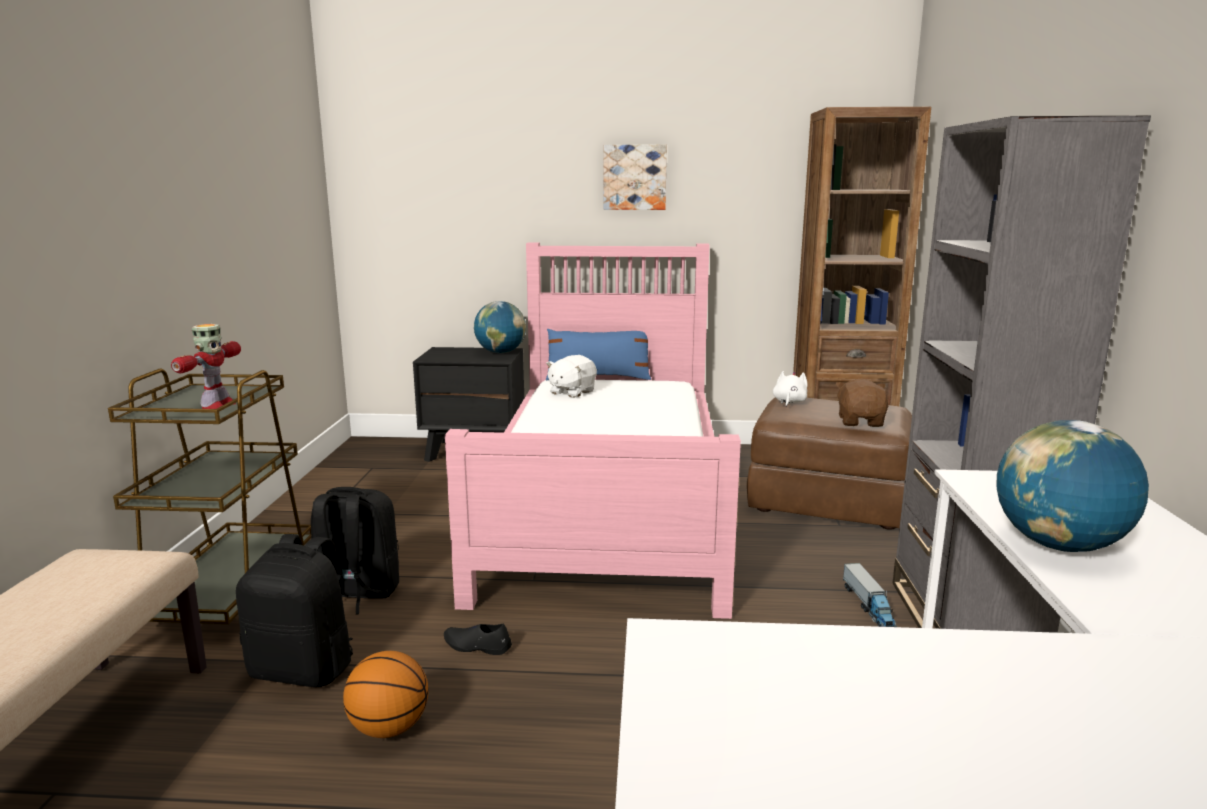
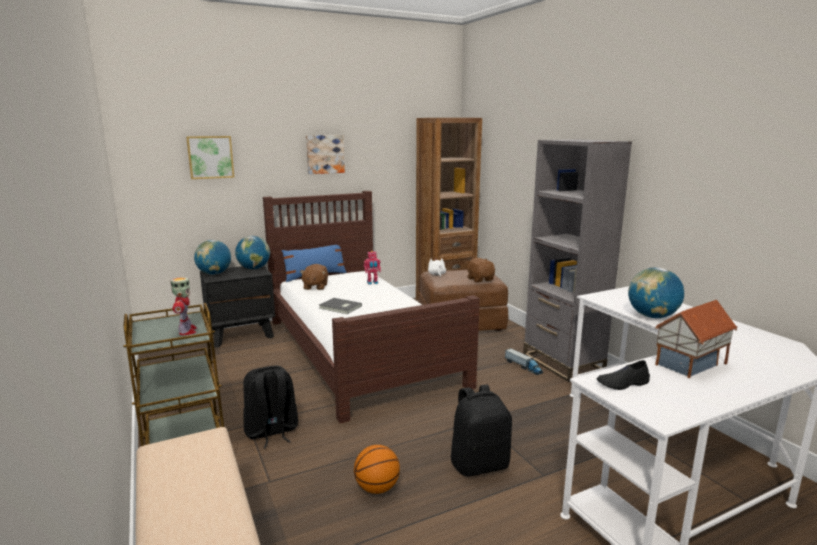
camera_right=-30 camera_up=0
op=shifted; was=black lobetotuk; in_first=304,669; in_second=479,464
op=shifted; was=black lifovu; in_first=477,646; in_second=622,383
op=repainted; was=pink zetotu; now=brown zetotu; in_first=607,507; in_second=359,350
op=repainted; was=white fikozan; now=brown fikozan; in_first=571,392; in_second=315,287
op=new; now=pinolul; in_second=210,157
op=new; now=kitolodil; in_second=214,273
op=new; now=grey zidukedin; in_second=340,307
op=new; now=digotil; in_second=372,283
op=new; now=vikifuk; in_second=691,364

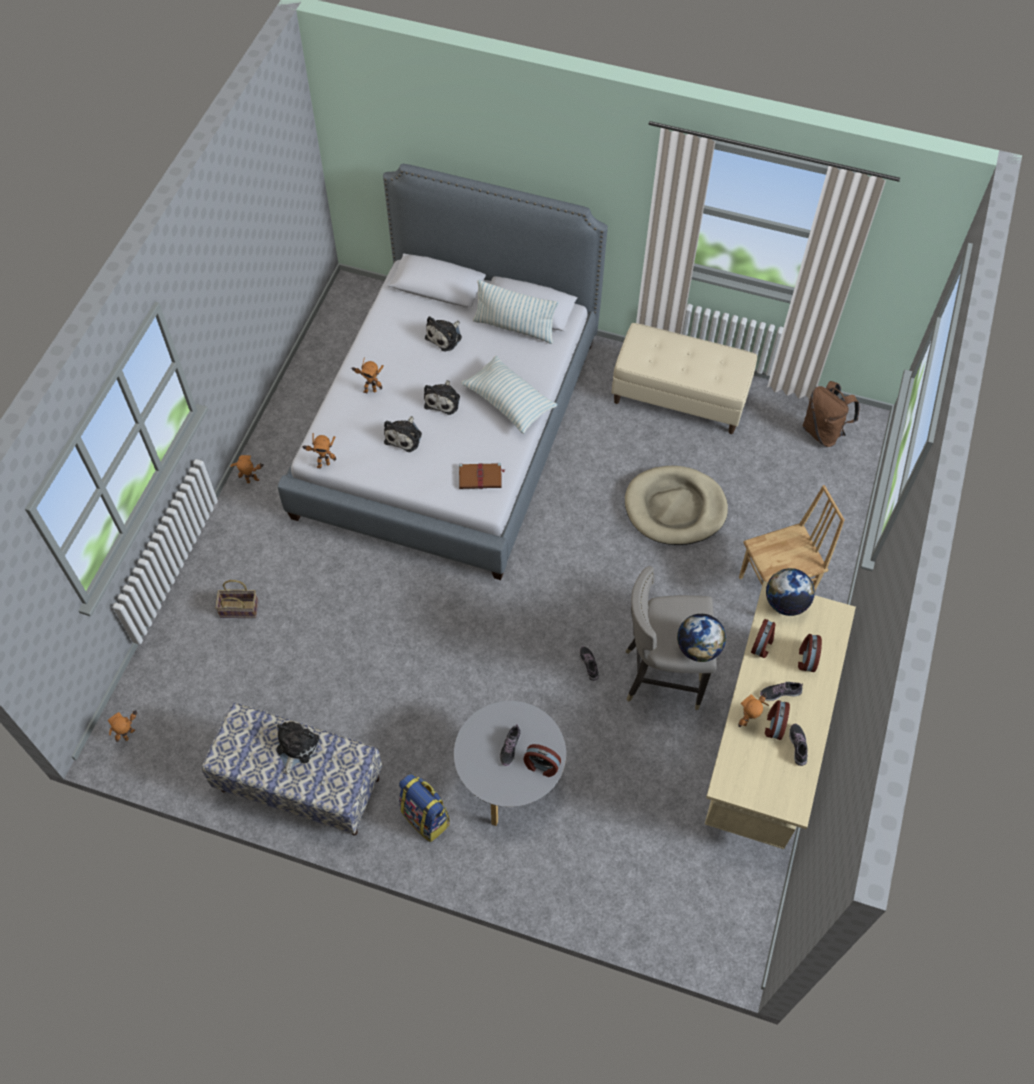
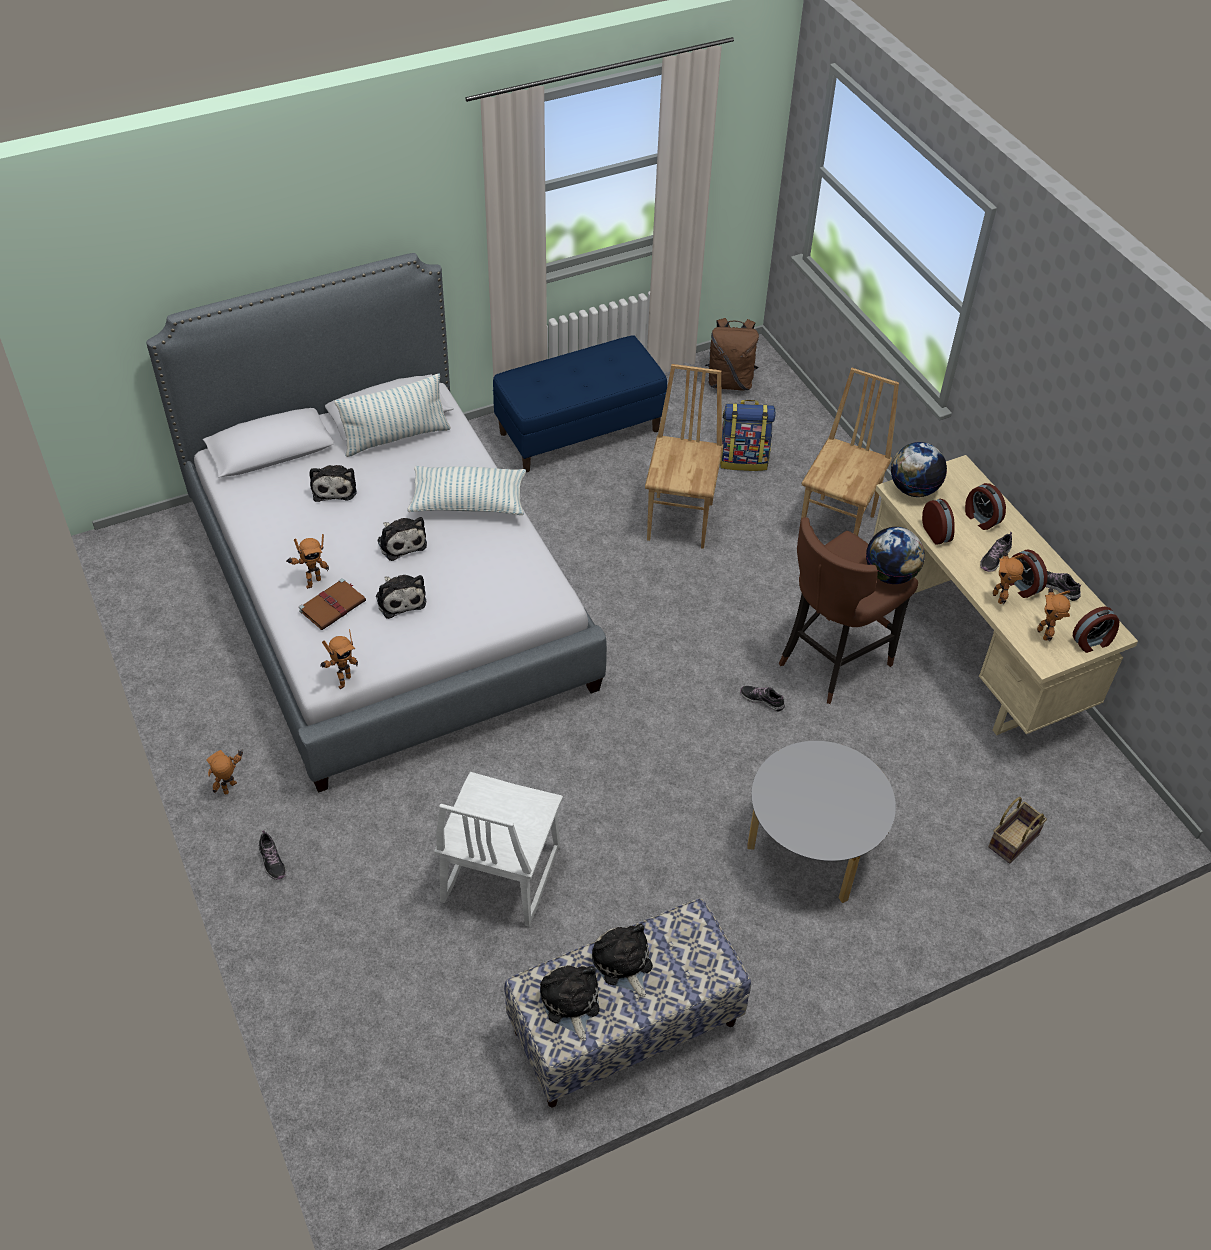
camera_right=-45 camera_up=-10
op=shifted; was=digotil; in_first=132,736; in_second=1044,634
op=shifted; was=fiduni; in_first=240,608; in_second=1013,839
op=shifted; was=lobetotuk; in_first=426,817; in_second=744,460
op=shifted; was=brown zidukedin; in_first=481,477; in_second=333,605
op=shifted; was=lifovu; in_first=510,747; in_second=272,861
op=shifted; was=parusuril; in_first=541,766; in_second=1092,642
op=repainted; was=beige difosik; now=blue difosik; in_first=680,398; in_second=580,431
op=swapped; was=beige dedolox; now=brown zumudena; in_first=675,508; in_second=681,521
op=repainted; was=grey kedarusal; now=brown kedarusal; in_first=661,676; in_second=831,661
op=new; now=white zumudena; in_second=499,873
op=new; now=fikozan; in_second=570,1003

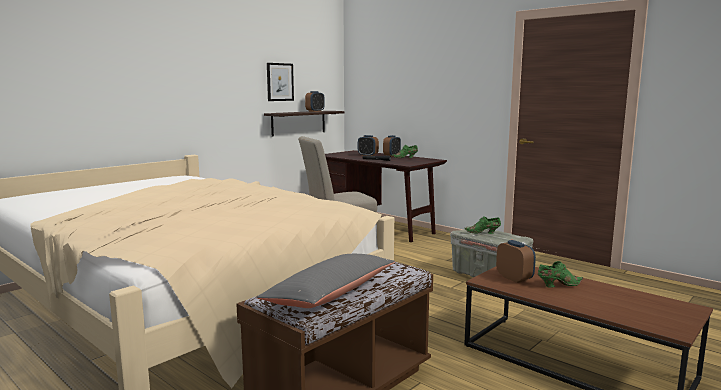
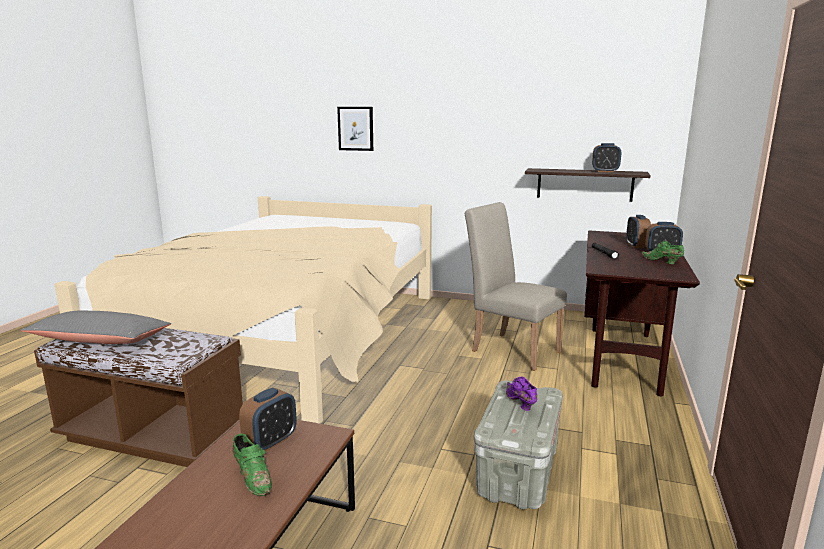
camera_right=65 camera_up=5
op=shifted; was=pinolul; in_first=280,82; in_second=355,128
op=repainted; was=green lifovu; now=purple lifovu; in_first=483,233; in_second=520,403

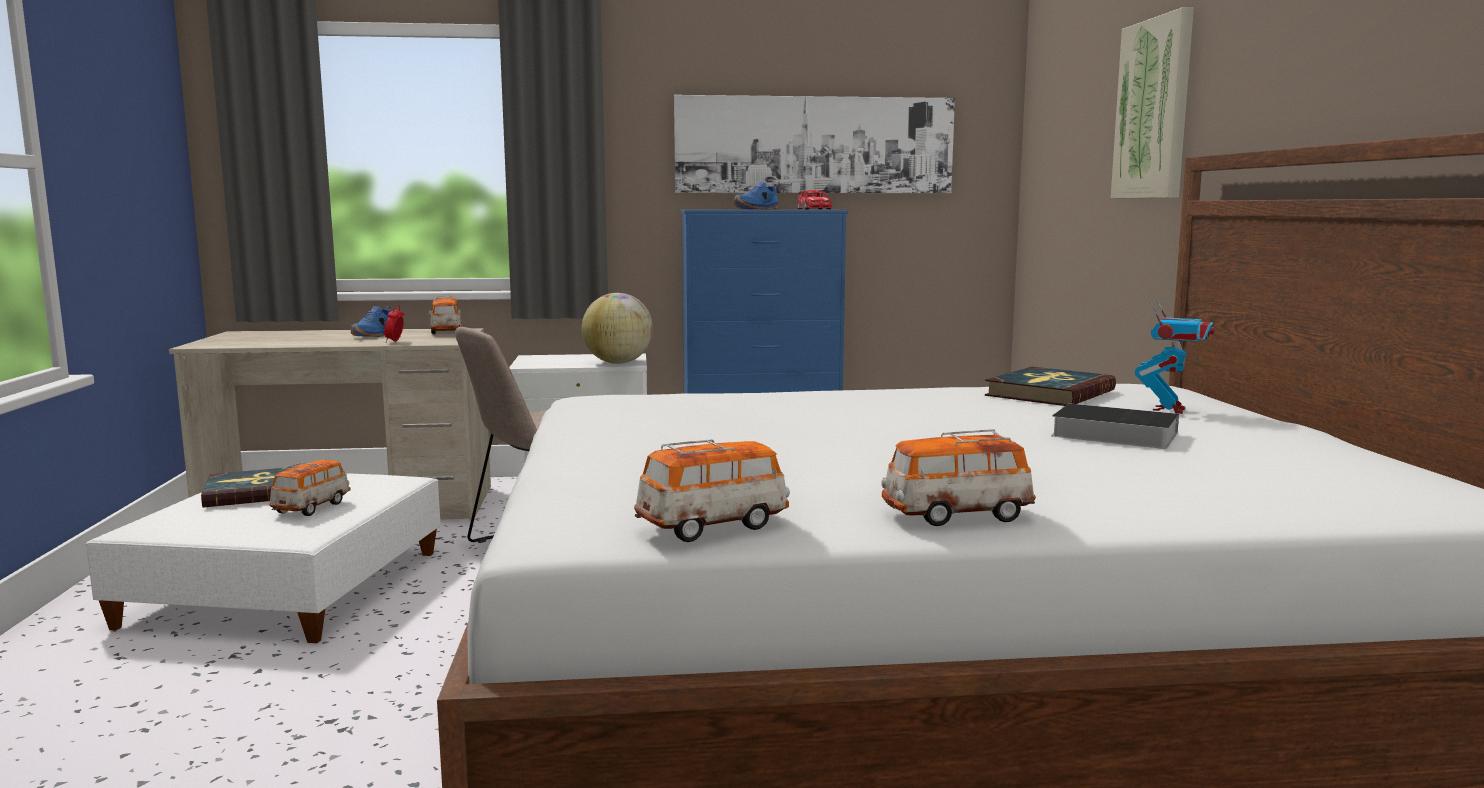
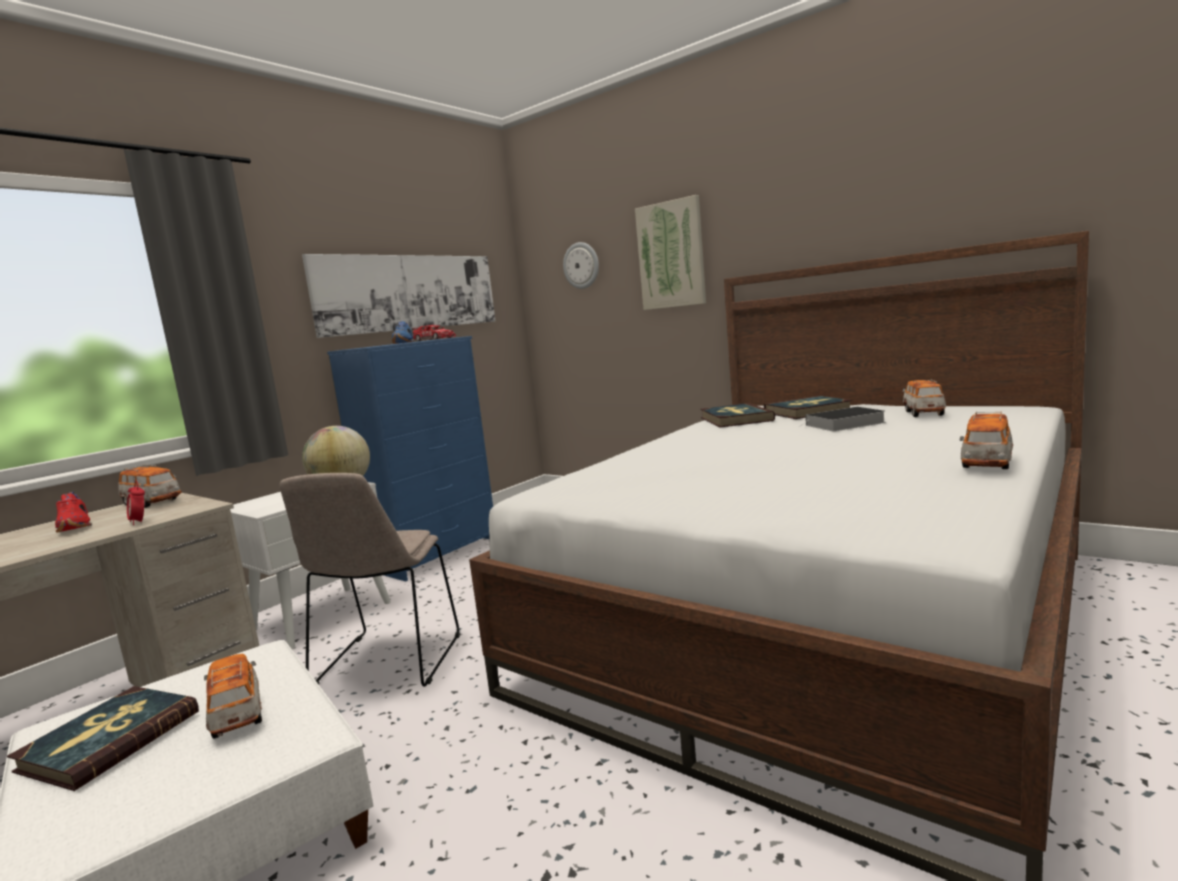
camera_right=-45 camera_up=0
op=repainted; was=blue lifovu; now=red lifovu; in_first=375,335; in_second=76,526
op=shifted; was=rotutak; in_first=713,526; in_second=923,413
op=swapped; was=digotil; now=zidukedin; in_first=1169,409; in_second=807,411
op=new; now=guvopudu; in_second=581,265

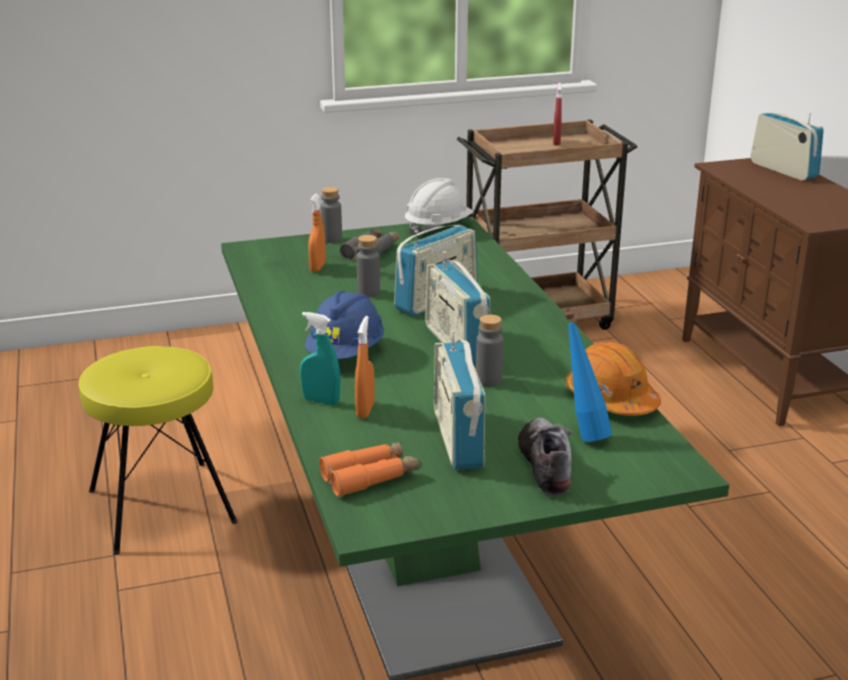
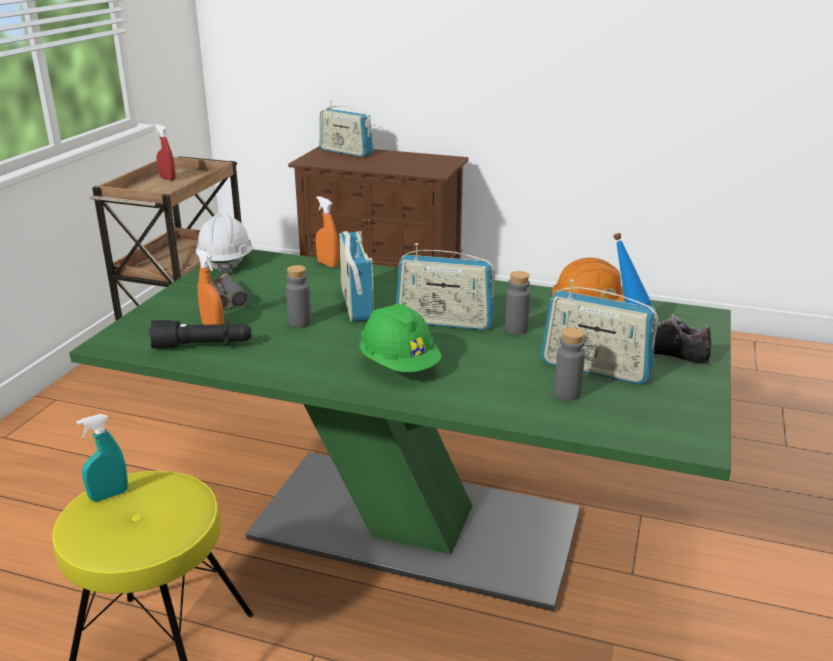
camera_right=-55 camera_up=0
op=shifted; was=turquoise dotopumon; in_first=321,401; in_second=109,495
op=repainted; was=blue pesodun; now=green pesodun; in_first=346,353; in_second=399,365
op=gone; was=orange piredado; in_first=370,477
op=shifted; was=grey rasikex; in_first=332,239; in_second=567,393
op=shifted; was=orange dotopumon; in_first=365,410; in_second=327,264
op=rotated; was=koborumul; in_first=783,170; in_second=346,152; clockwise=-150
op=new; now=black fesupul; in_second=203,346

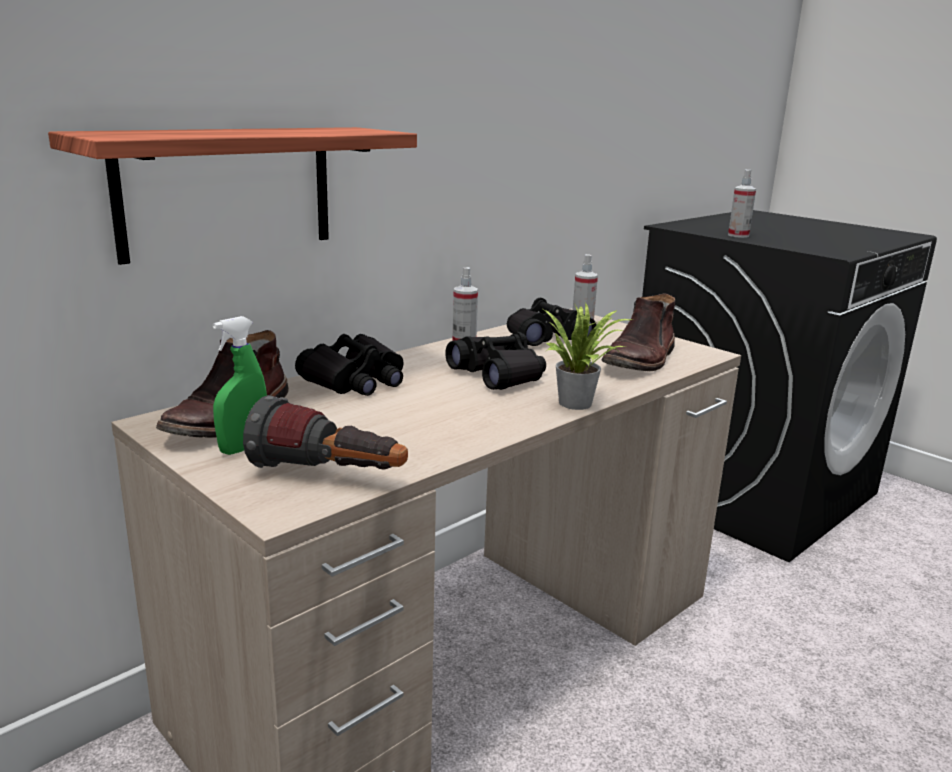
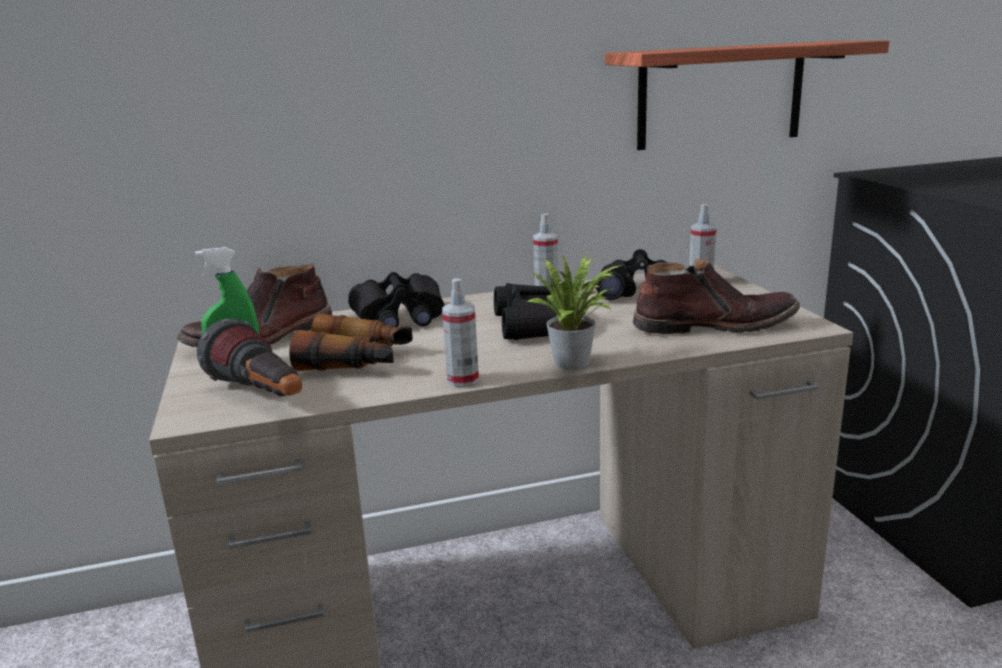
camera_right=30 camera_up=0
op=shifted; was=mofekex; in_first=227,191; in_second=720,95
op=rotated; was=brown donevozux; in_first=641,359; in_second=713,325; clockwise=-150
op=shifted; was=dotopumon; in_first=738,235; in_second=463,380
op=new; now=piredado; in_second=357,361

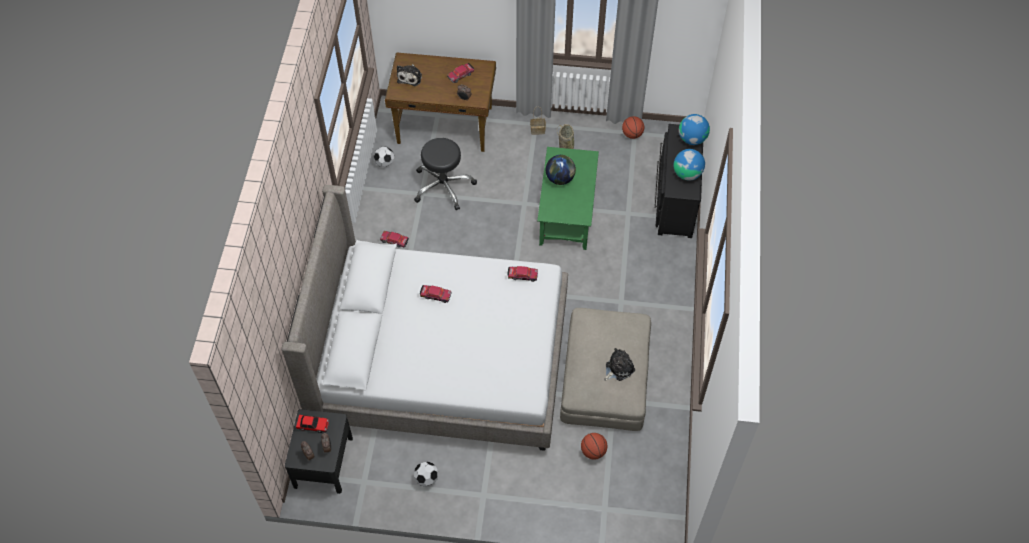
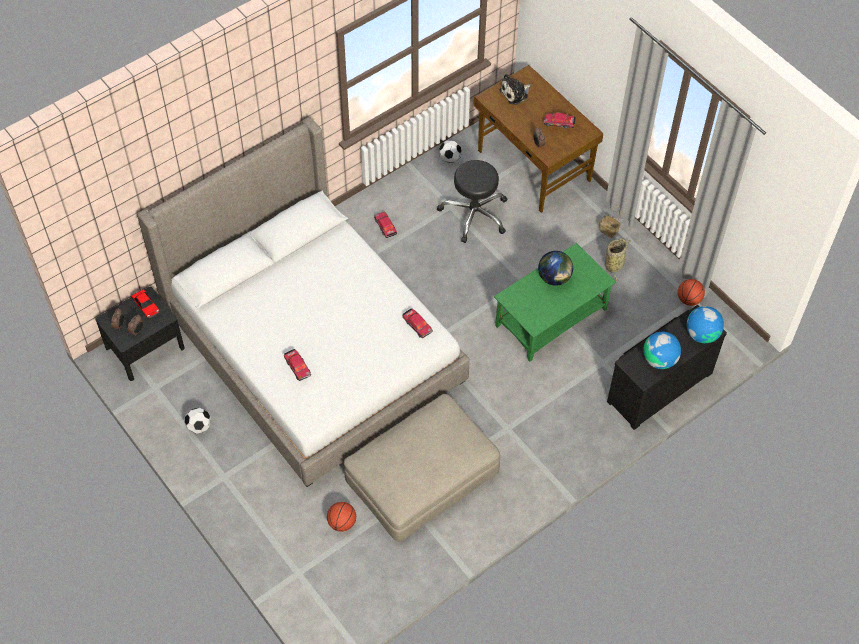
camera_right=45 camera_up=0
op=shifted; was=rotutak; in_first=435,295; in_second=297,367
op=gone; was=fikozan; in_first=618,368

